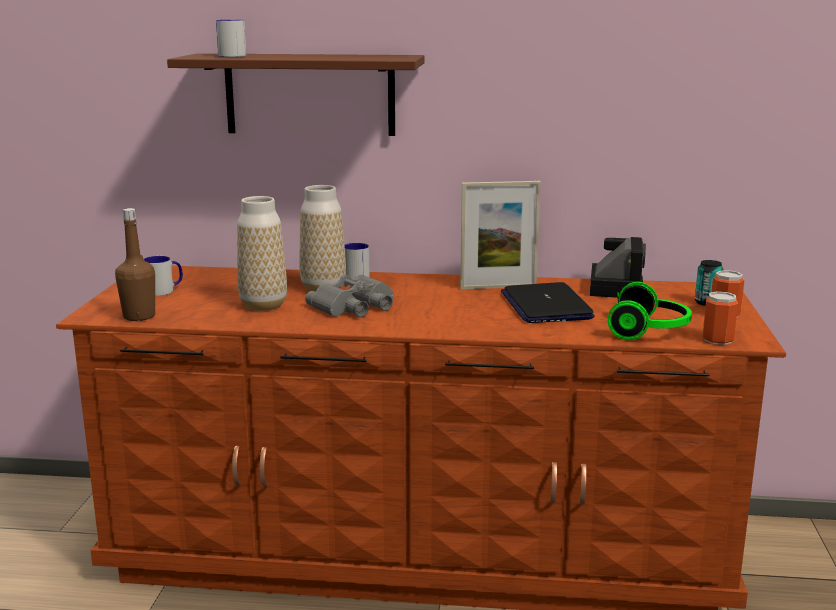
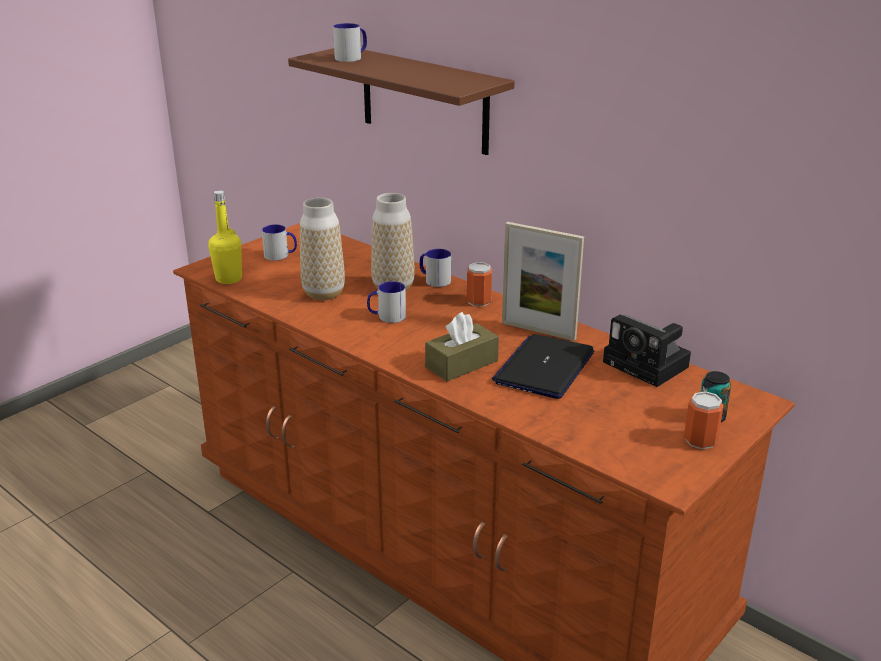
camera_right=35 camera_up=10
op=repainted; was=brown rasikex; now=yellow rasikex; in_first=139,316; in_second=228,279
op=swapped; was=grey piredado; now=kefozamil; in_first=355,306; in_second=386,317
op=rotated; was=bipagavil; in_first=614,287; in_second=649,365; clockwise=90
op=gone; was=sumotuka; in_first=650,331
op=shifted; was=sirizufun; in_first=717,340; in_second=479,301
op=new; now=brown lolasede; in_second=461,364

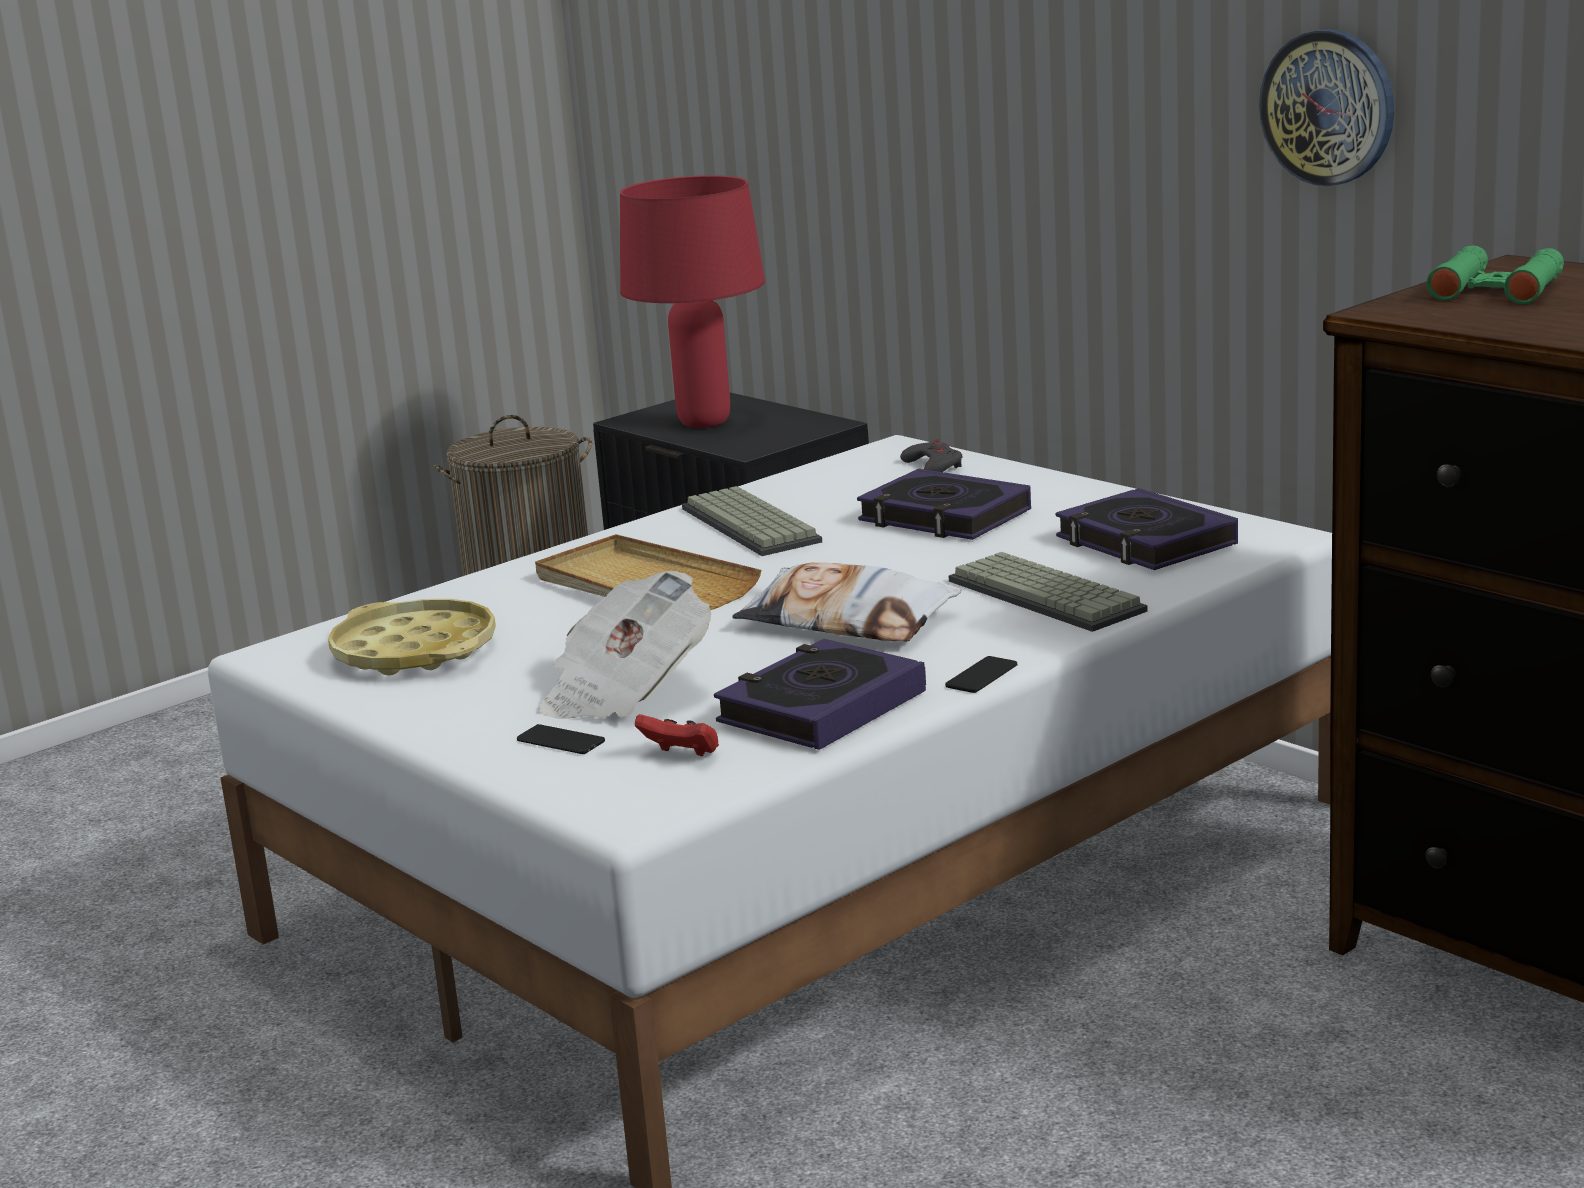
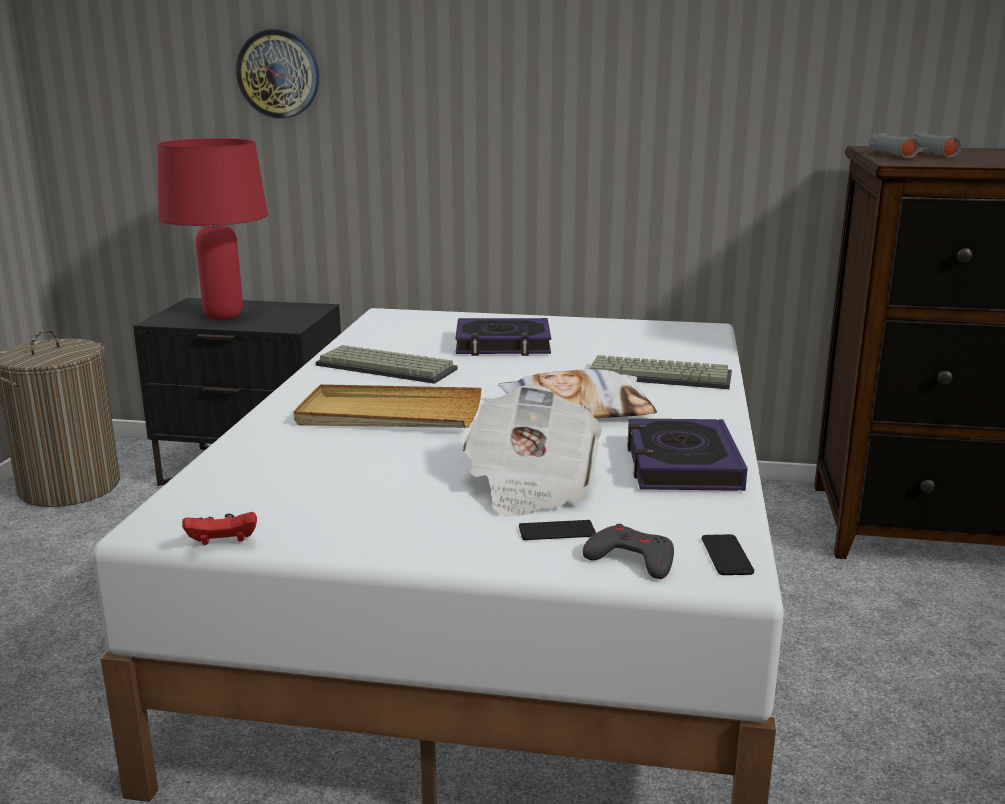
camera_right=-40 camera_up=0
op=gone; was=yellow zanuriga; in_first=415,651
op=shifted; was=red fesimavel; in_first=682,754; in_second=223,544
op=shifted; was=grey fesimavel; in_first=933,466; in_second=631,559
op=shifted; was=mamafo; in_first=981,676; in_second=726,556
op=gone; was=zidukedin; in_first=1145,542
op=shifted; was=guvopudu; in_first=1328,107; in_second=278,74
op=repainted; was=green piredado; now=grey piredado; in_first=1496,290; in_second=911,154

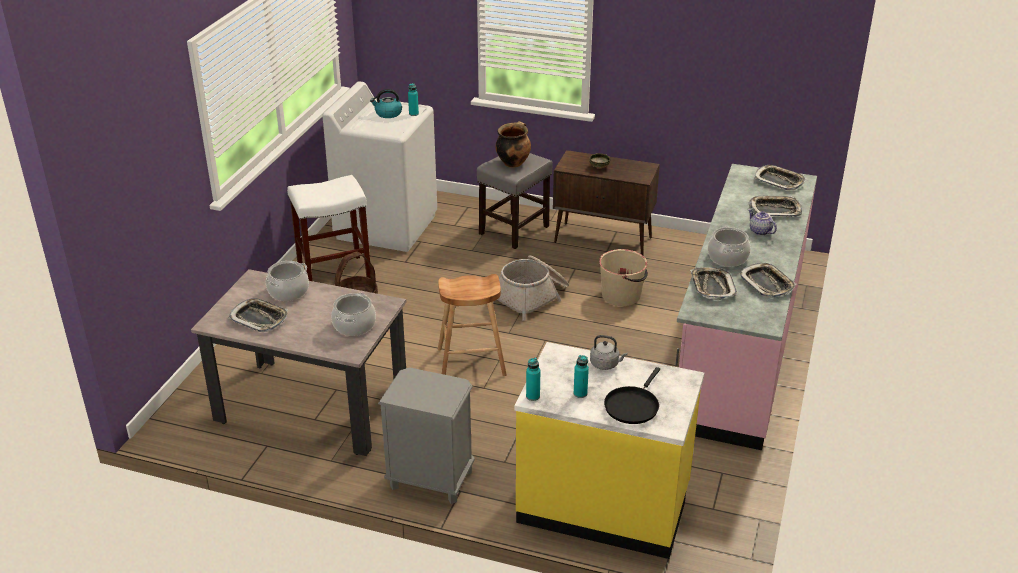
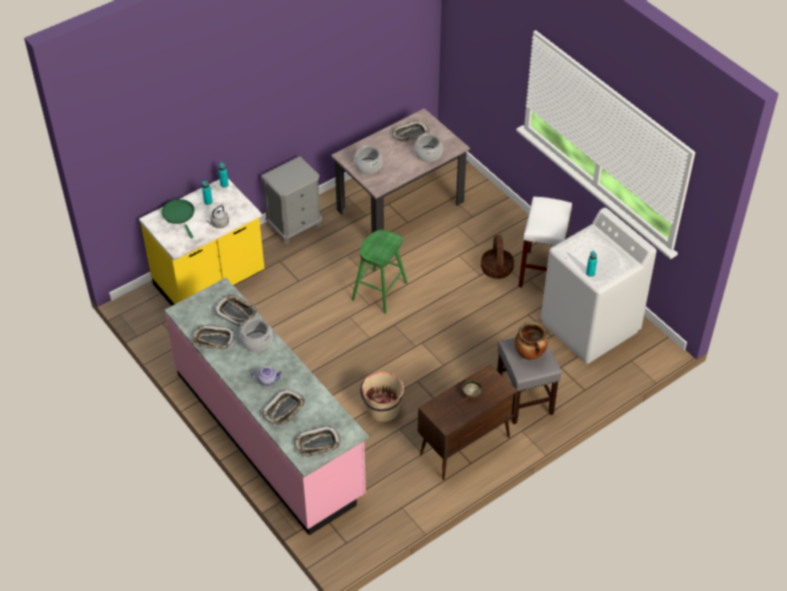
camera_right=125 camera_up=15
op=gone; was=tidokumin; in_first=388,113
op=repainted; was=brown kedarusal; now=green kedarusal; in_first=471,362; in_second=379,291
op=gone; was=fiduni; in_first=532,297
op=repainted; was=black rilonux; now=green rilonux; in_first=632,406; in_second=179,215

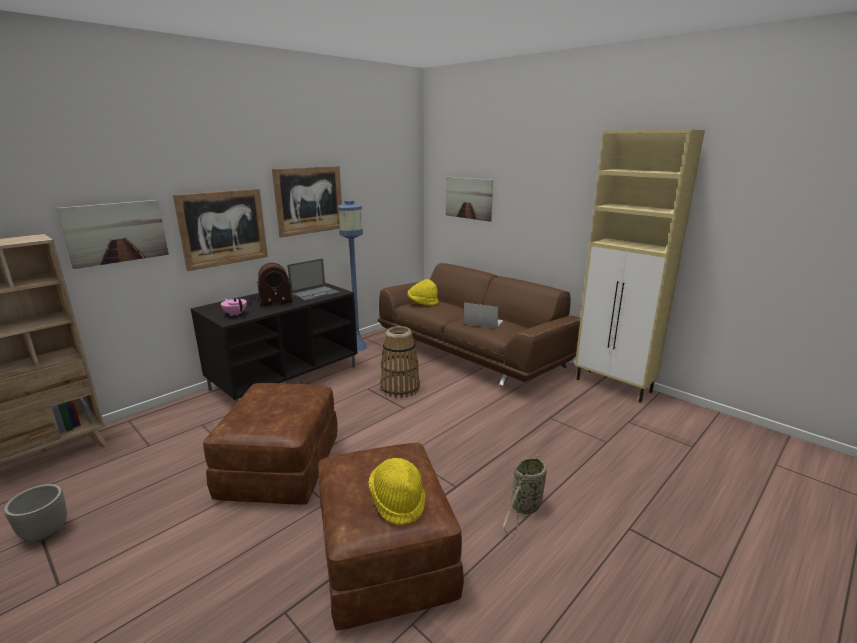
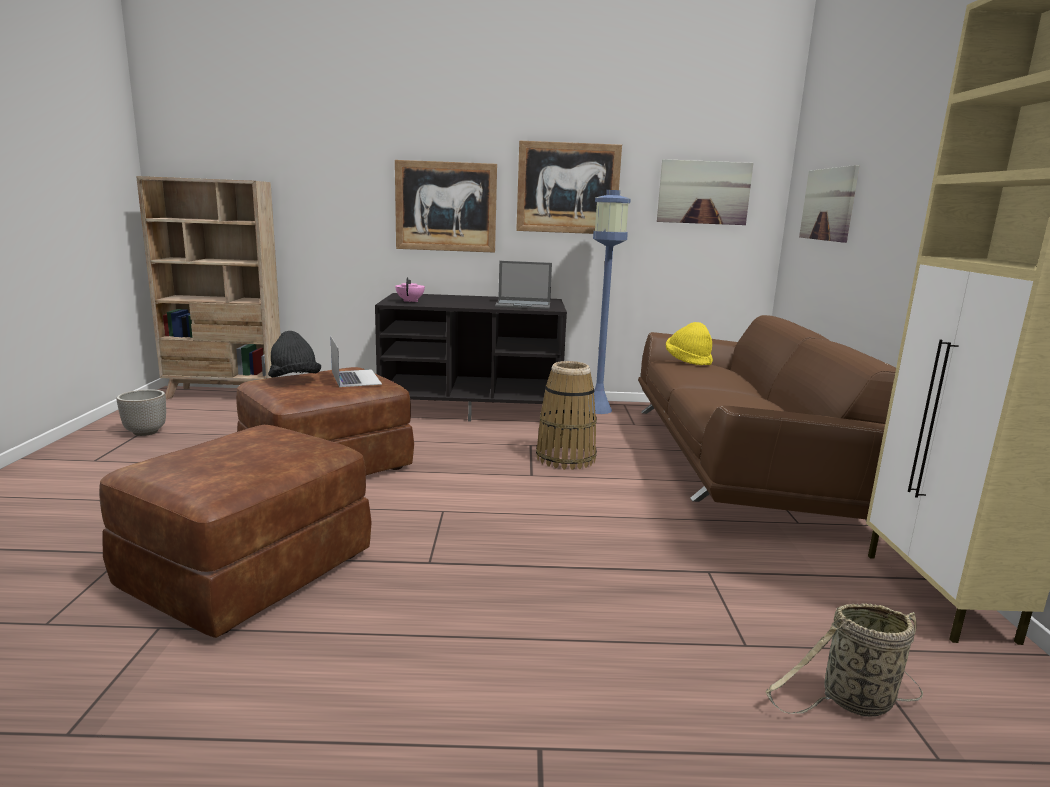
camera_right=45 camera_up=-5
op=shifted; was=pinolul; in_first=116,232; in_second=704,192
op=gone; was=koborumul; in_first=269,300
op=gone; was=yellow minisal; in_first=398,501
op=shifted; was=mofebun; in_first=483,322; in_second=355,378
op=shifted; was=fiduni; in_first=525,508; in_second=852,702
op=new; now=black minisal; in_second=294,380

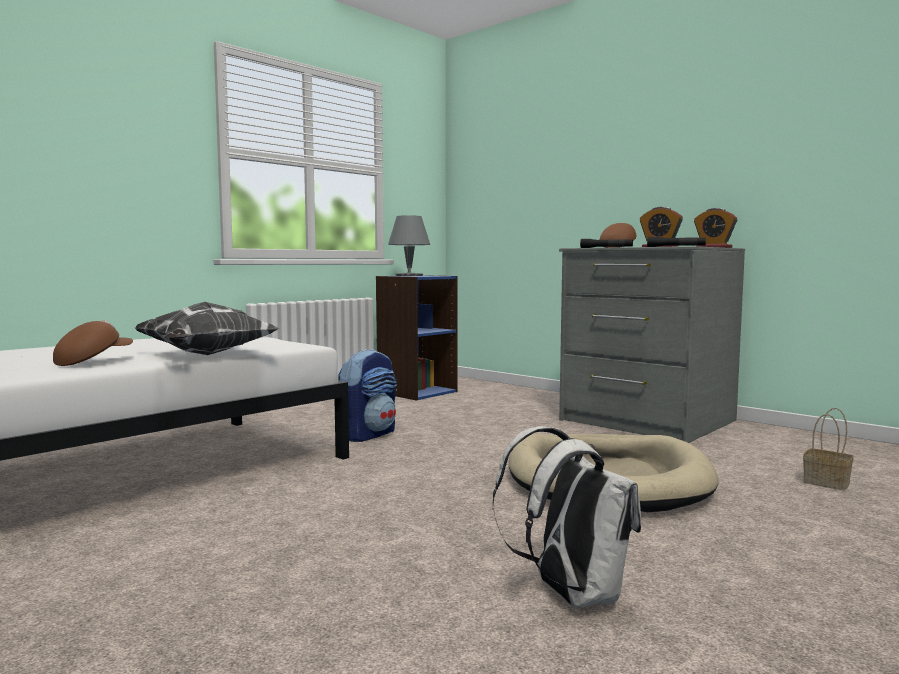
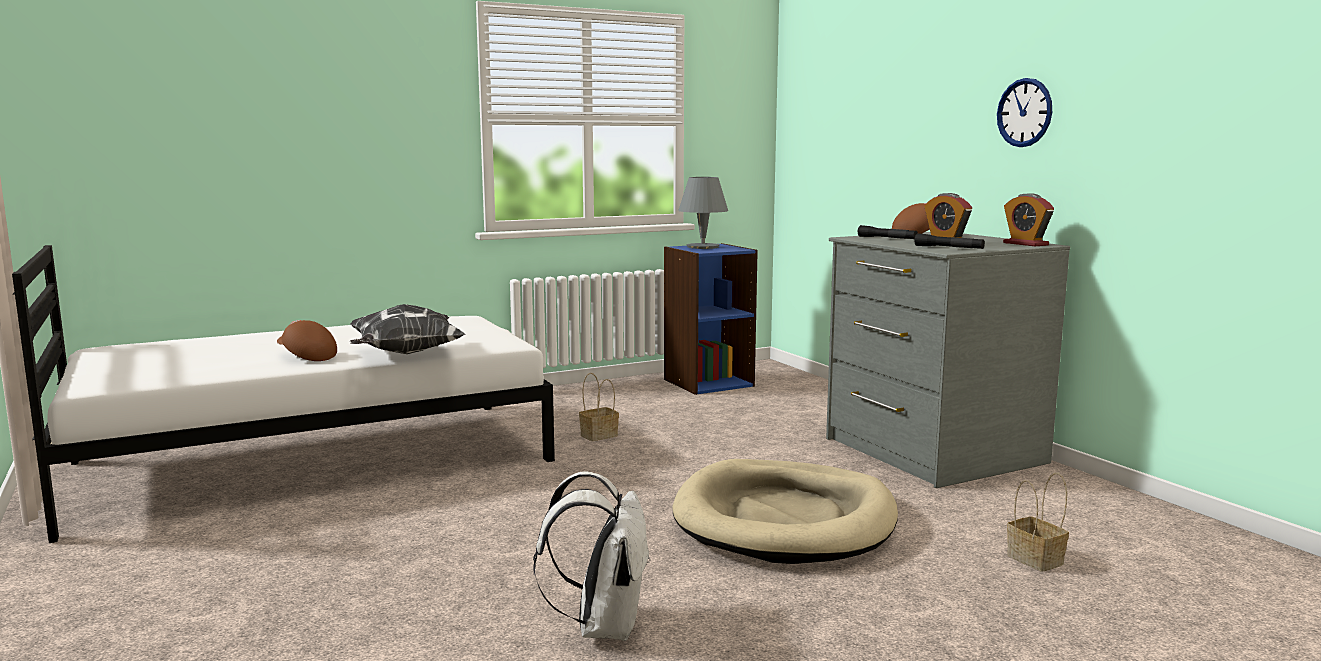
camera_right=20 camera_up=5
op=rotated; was=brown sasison; in_first=93,361; in_second=306,356; clockwise=-105
op=swapped; was=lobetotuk; now=fiduni; in_first=368,434; in_second=599,435
op=new; now=guvopudu; in_second=1024,112

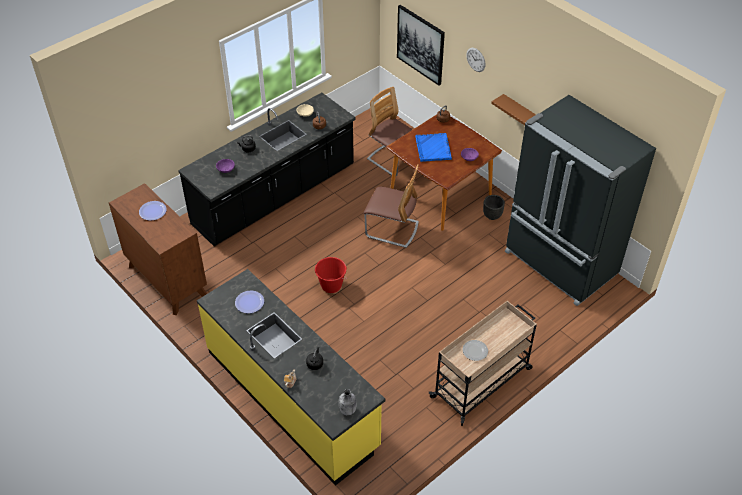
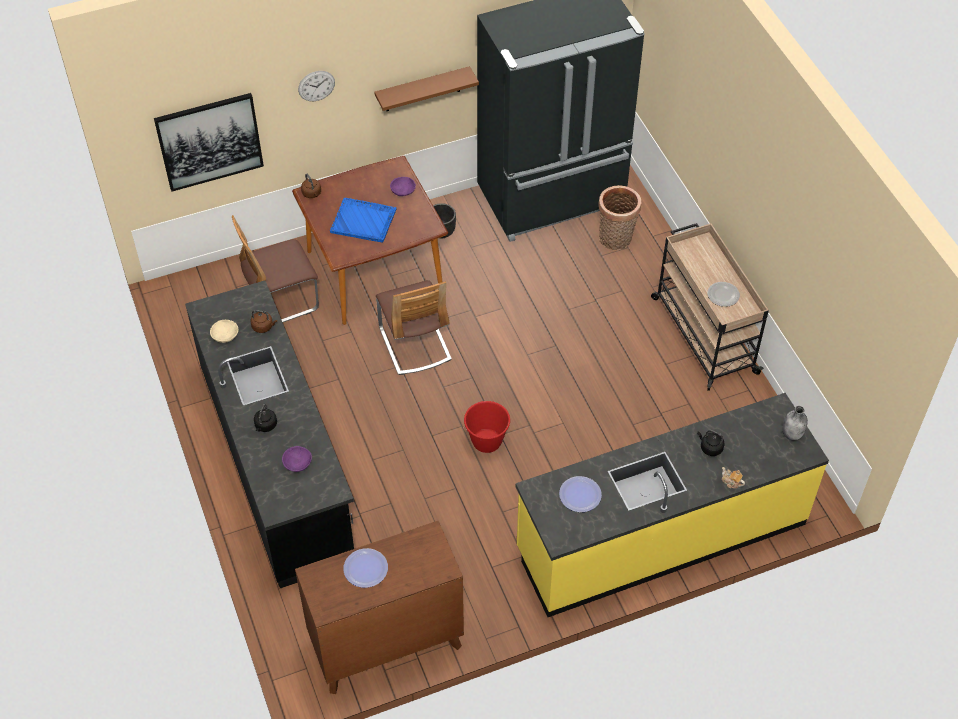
camera_right=-70 camera_up=5
op=rotated; was=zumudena; in_first=392,229; in_second=415,344; clockwise=120
op=new; now=fiduni; in_second=615,240

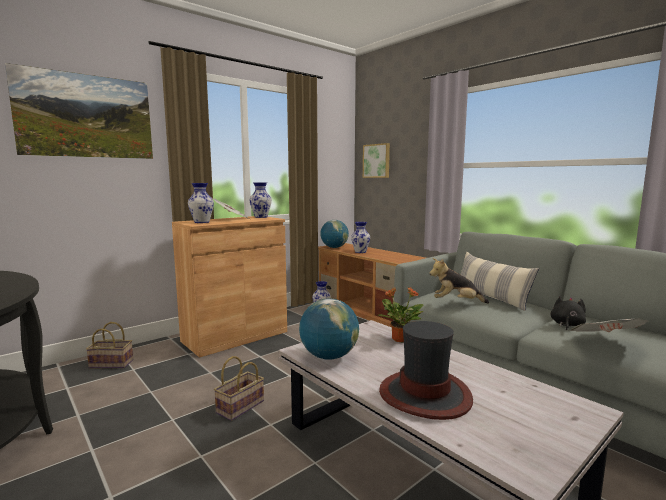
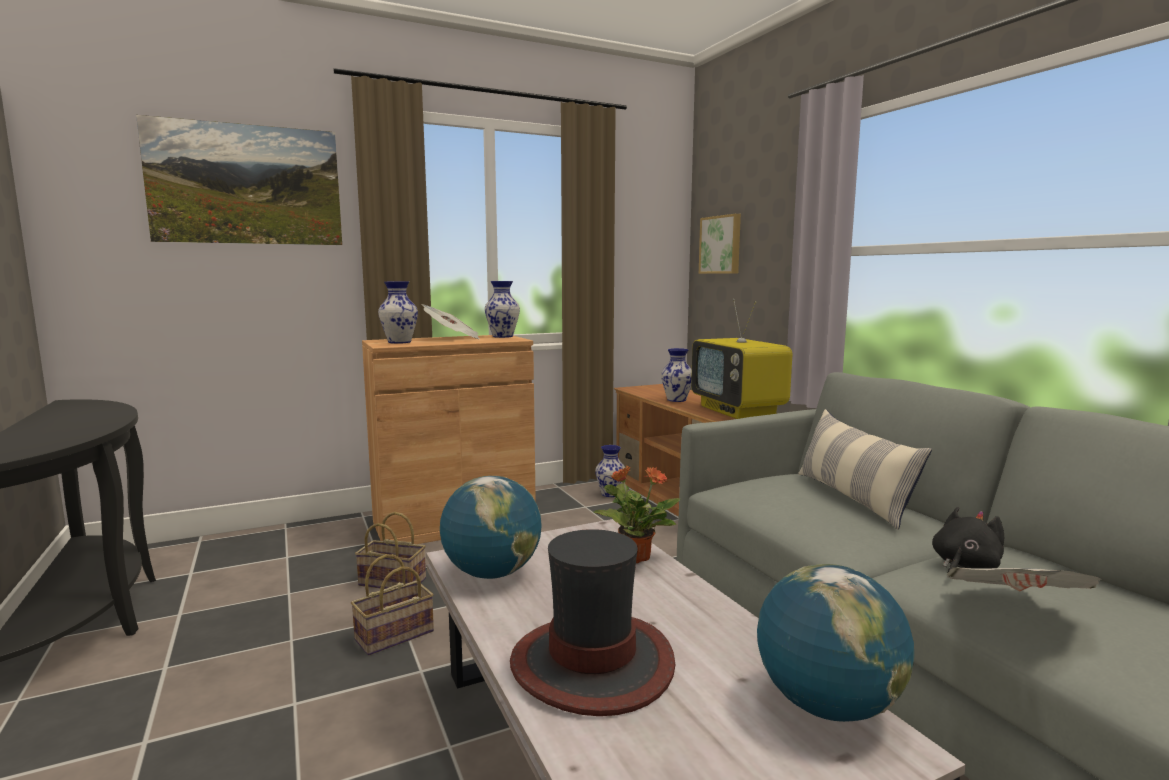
camera_right=15 camera_up=0
op=shifted; was=fiduni; in_first=113,363; in_second=394,581
op=shifted; was=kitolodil; in_first=334,247; in_second=827,706
op=gone; was=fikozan; in_first=456,302
op=new; now=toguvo; in_second=738,411

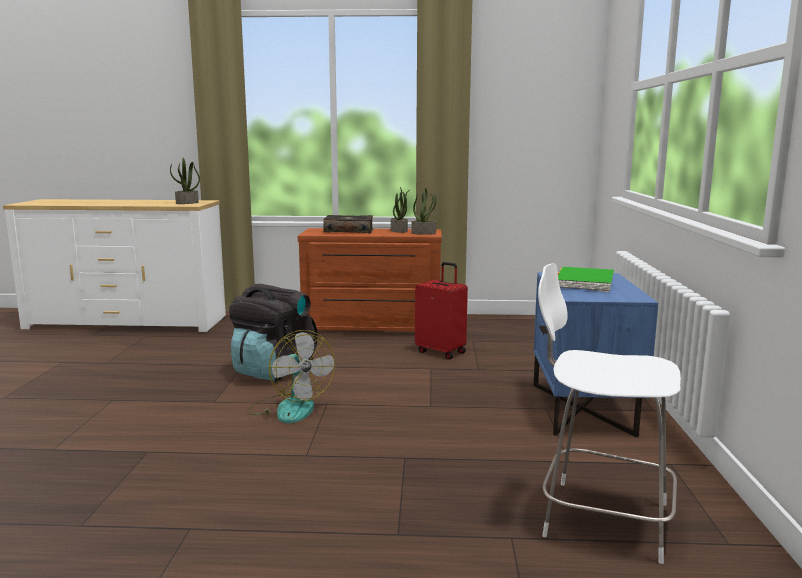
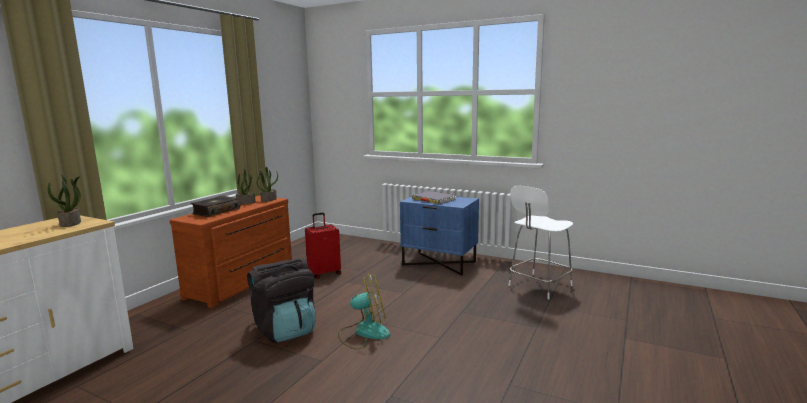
camera_right=-65 camera_up=0
op=repainted; was=green zidukedin; now=grey zidukedin; in_first=584,283; in_second=433,199

